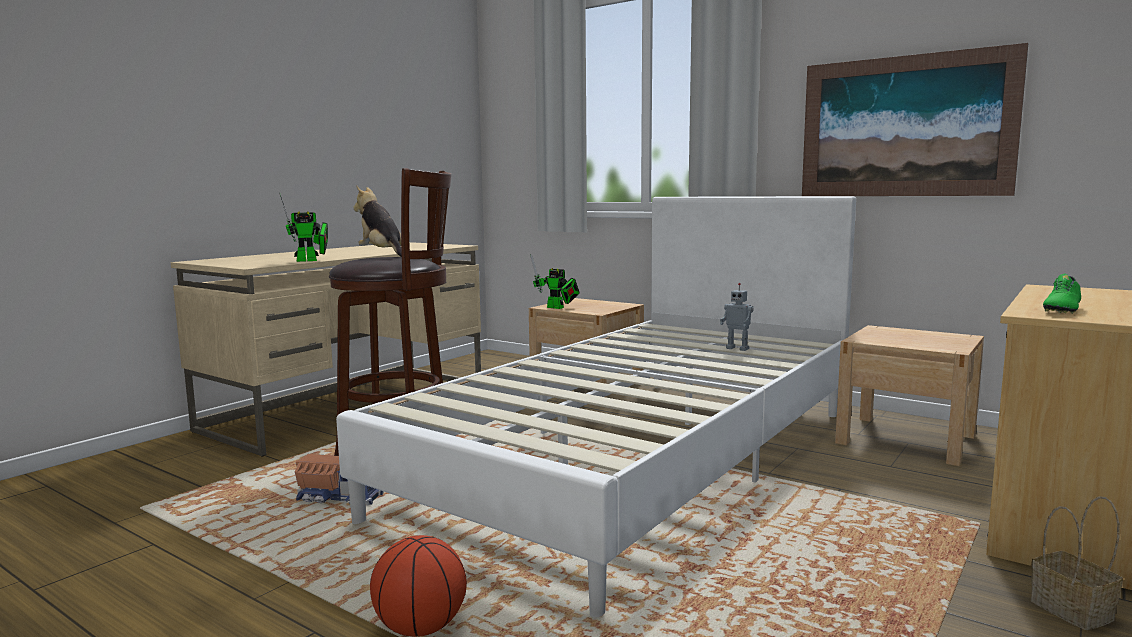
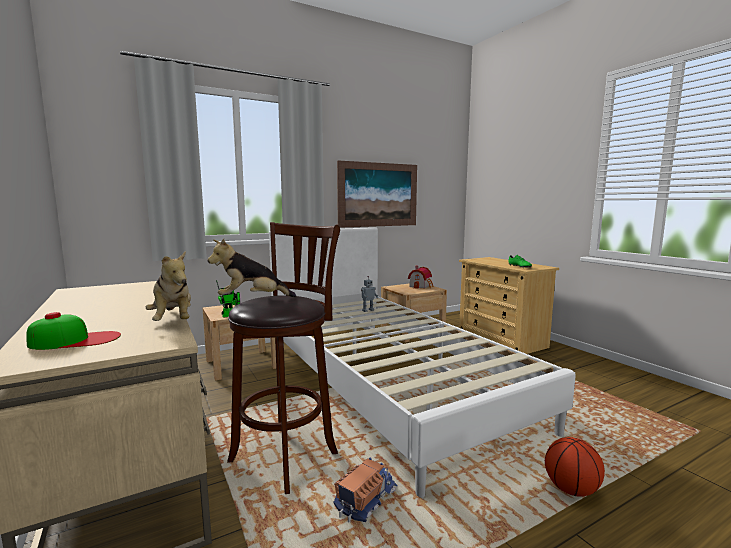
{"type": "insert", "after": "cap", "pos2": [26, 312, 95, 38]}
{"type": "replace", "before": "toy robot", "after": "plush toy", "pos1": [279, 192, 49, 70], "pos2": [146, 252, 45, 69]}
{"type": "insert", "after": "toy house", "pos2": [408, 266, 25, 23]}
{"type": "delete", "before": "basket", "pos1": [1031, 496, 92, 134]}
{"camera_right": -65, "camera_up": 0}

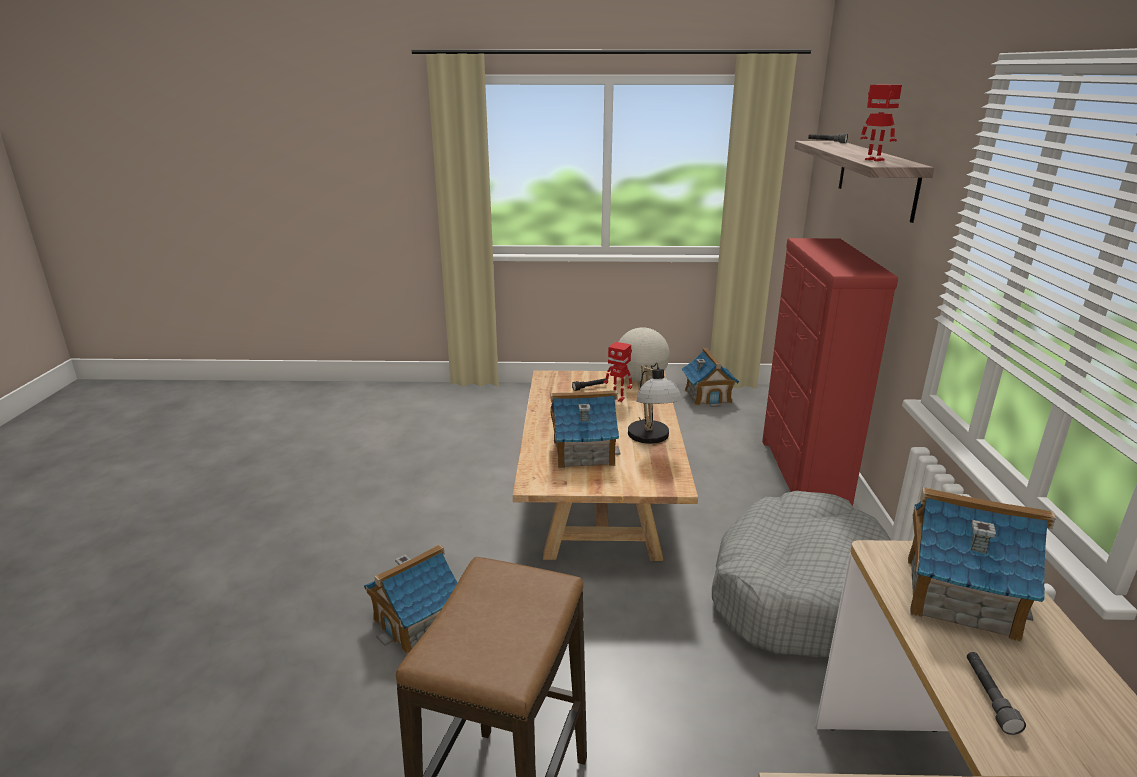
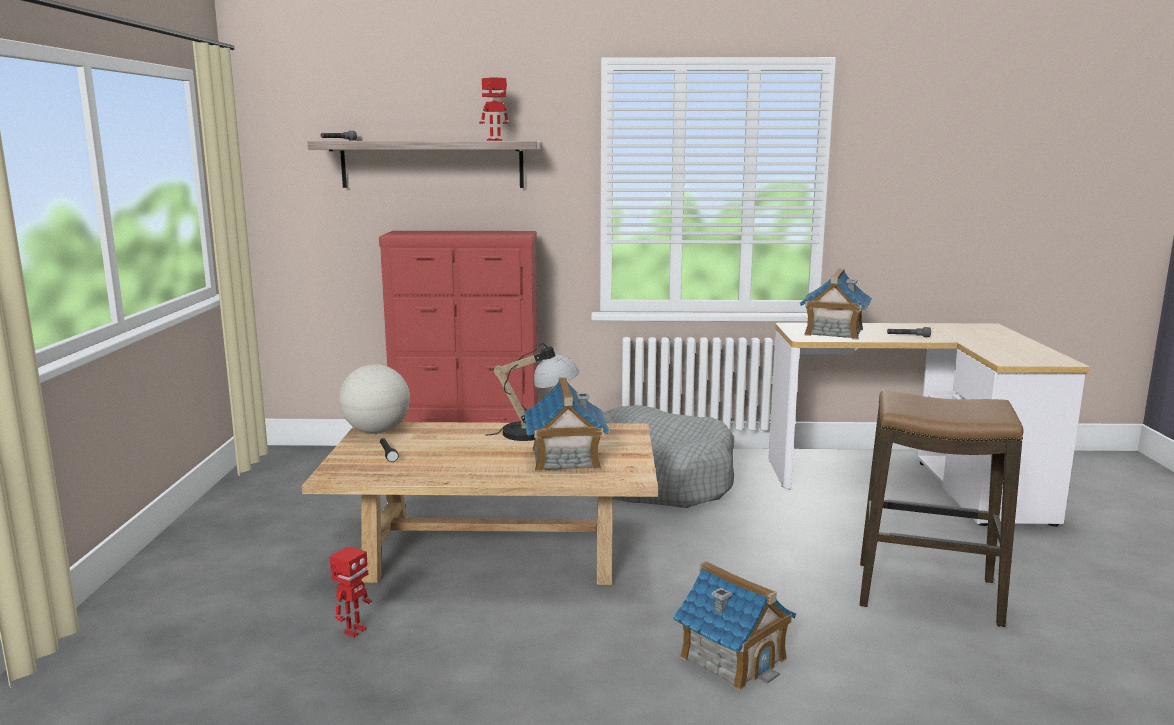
{"type": "move", "before": "toy robot", "pos1": [603, 342, 29, 60], "pos2": [329, 546, 43, 91]}
{"type": "delete", "before": "toy house", "pos1": [682, 348, 57, 59]}
{"camera_right": -90, "camera_up": -10}

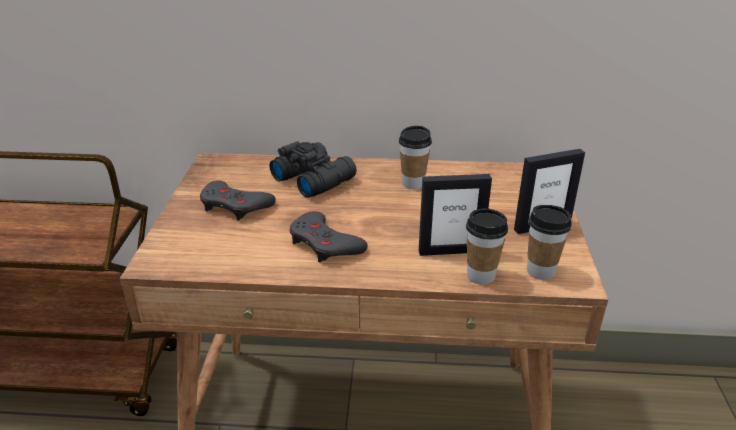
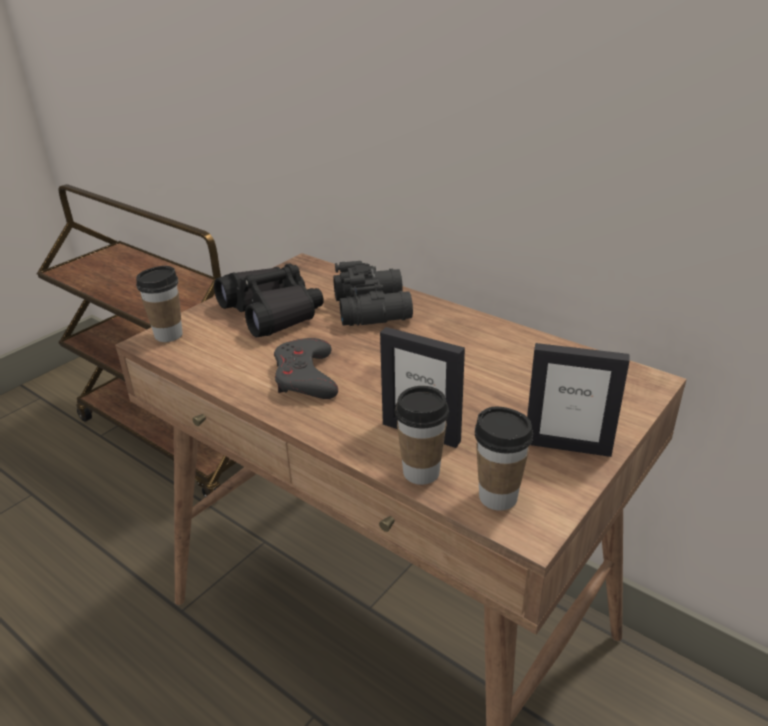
{"type": "move", "before": "cup", "pos1": [399, 126, 33, 63], "pos2": [136, 266, 47, 76]}
{"type": "replace", "before": "grey game controller", "after": "black binoculars", "pos1": [200, 180, 76, 41], "pos2": [214, 264, 110, 73]}
{"camera_right": 35, "camera_up": 0}

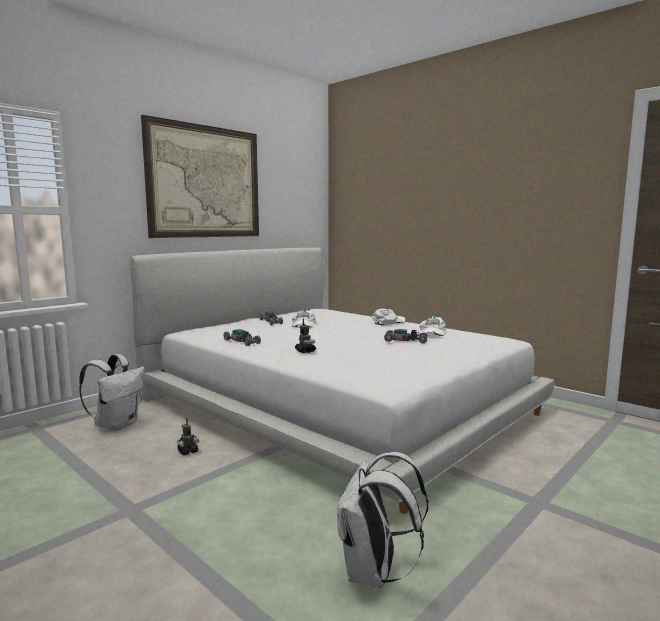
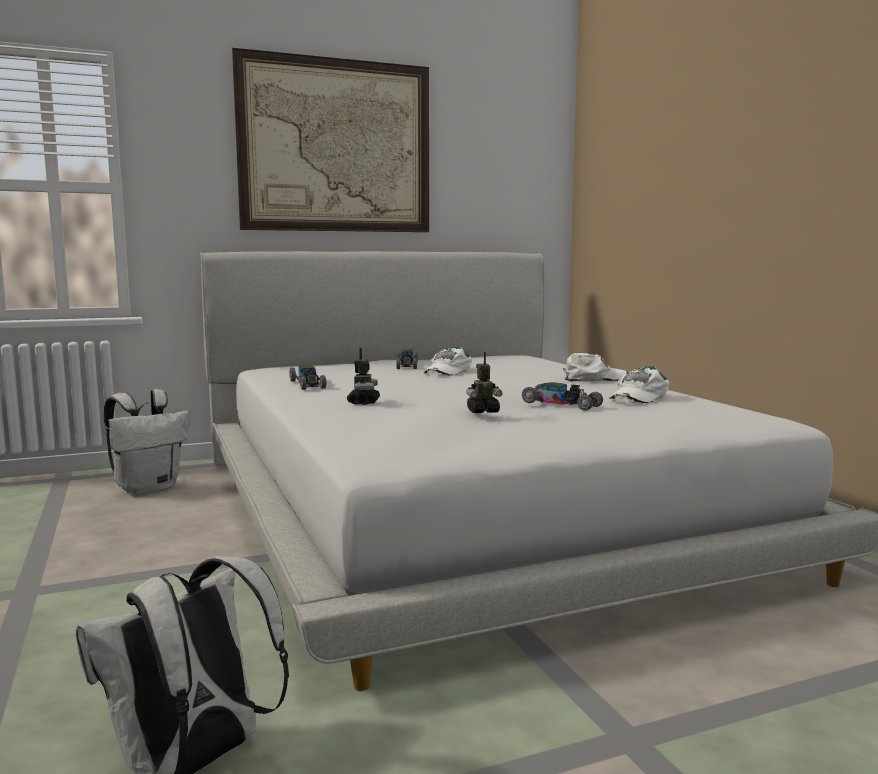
{"type": "move", "before": "toy robot", "pos1": [177, 418, 22, 37], "pos2": [466, 352, 37, 61]}
{"camera_right": 25, "camera_up": 0}

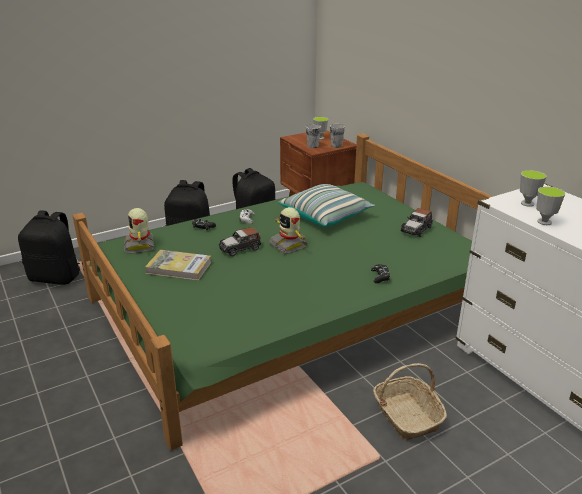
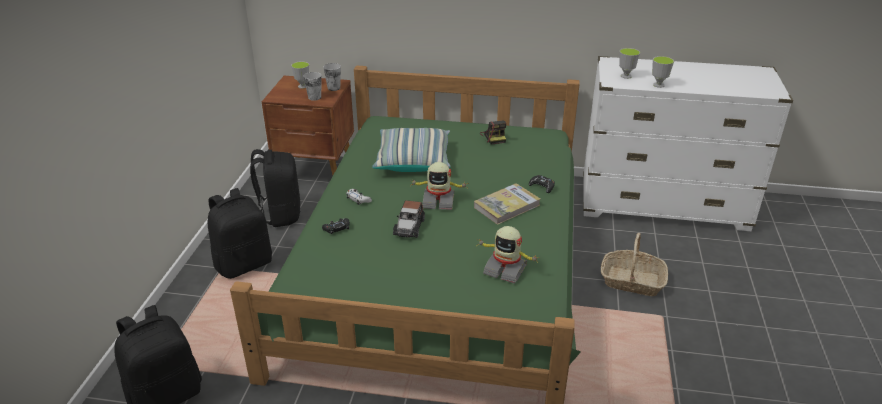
{"type": "move", "before": "book", "pos1": [145, 250, 66, 31], "pos2": [474, 183, 66, 42]}
{"type": "move", "before": "toy robot", "pos1": [124, 208, 30, 45], "pos2": [478, 226, 62, 58]}
{"type": "replace", "before": "toy car", "after": "photo camera", "pos1": [400, 208, 32, 29], "pos2": [480, 120, 26, 25]}
{"camera_right": -50, "camera_up": 5}

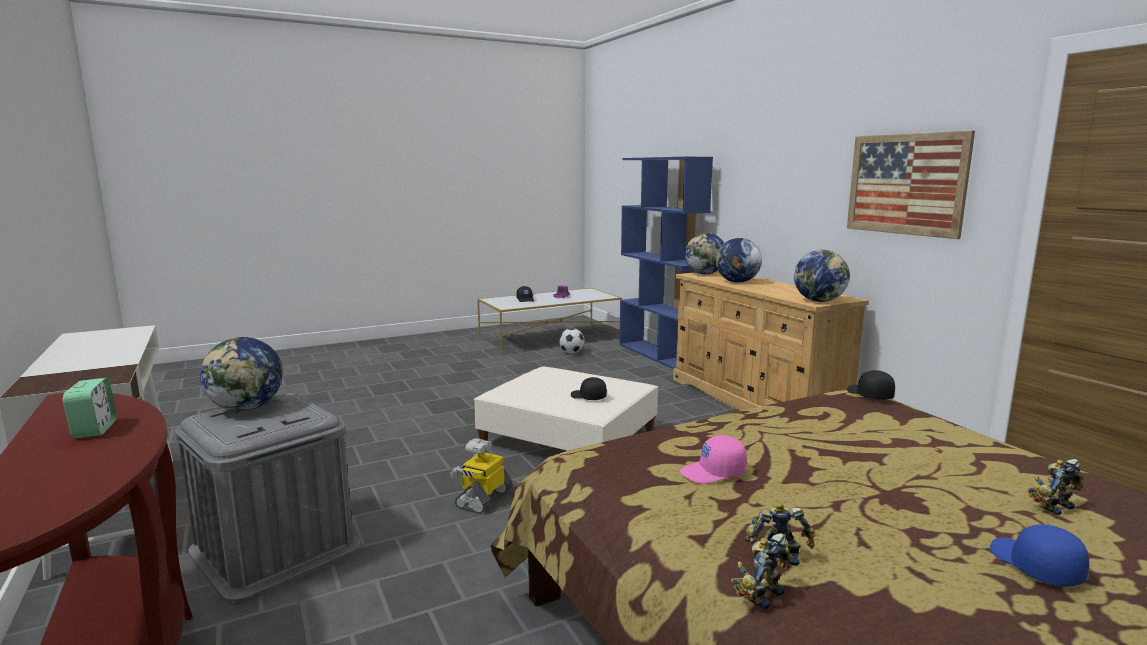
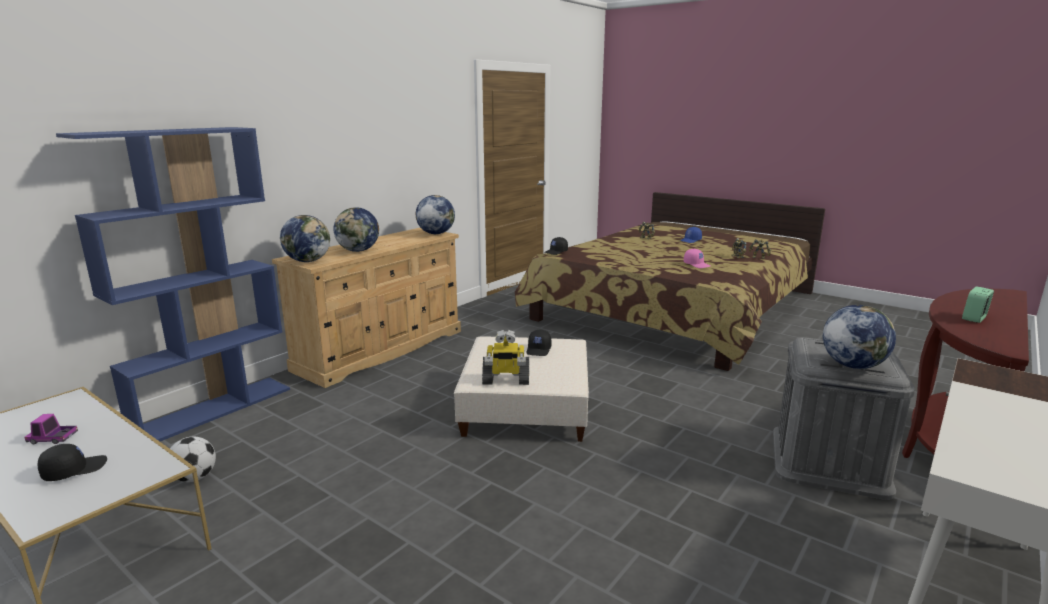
{"type": "move", "before": "toy robot", "pos1": [450, 438, 63, 76], "pos2": [482, 330, 47, 55]}
{"type": "delete", "before": "picture", "pos1": [847, 131, 128, 108]}
{"camera_right": -115, "camera_up": 5}

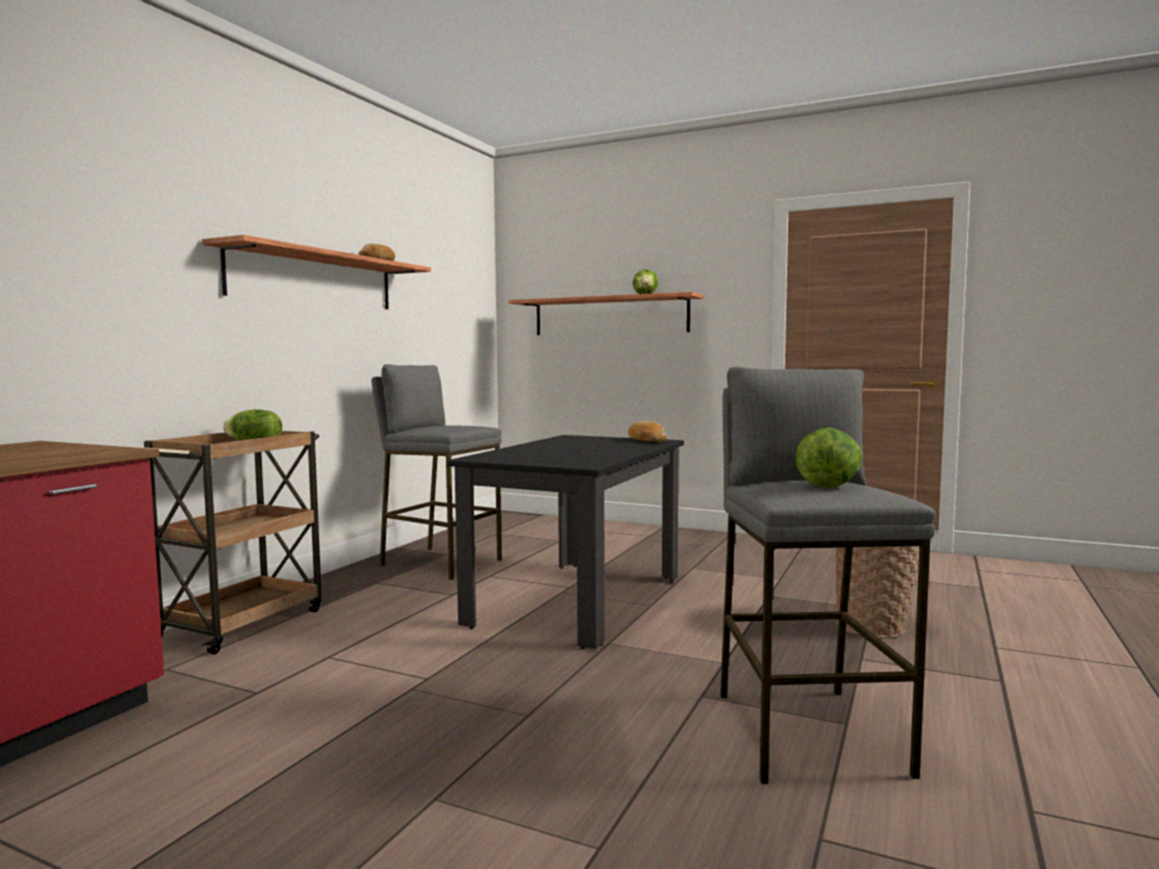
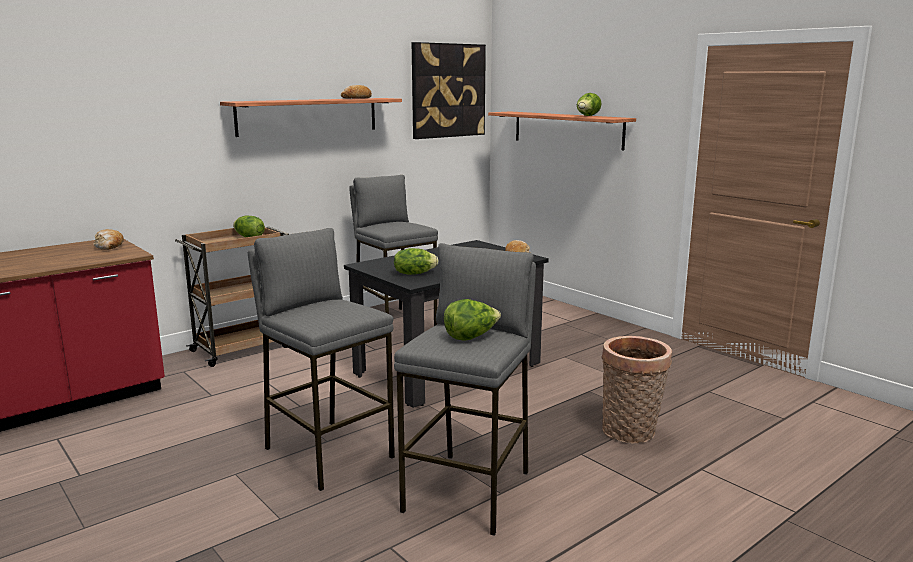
{"type": "insert", "after": "bread", "pos2": [94, 229, 30, 21]}
{"type": "insert", "after": "grey stool", "pos2": [248, 228, 147, 263]}
{"type": "insert", "after": "lettuce", "pos2": [394, 248, 45, 27]}
{"type": "insert", "after": "picture", "pos2": [412, 42, 74, 97]}
{"camera_right": 25, "camera_up": 10}

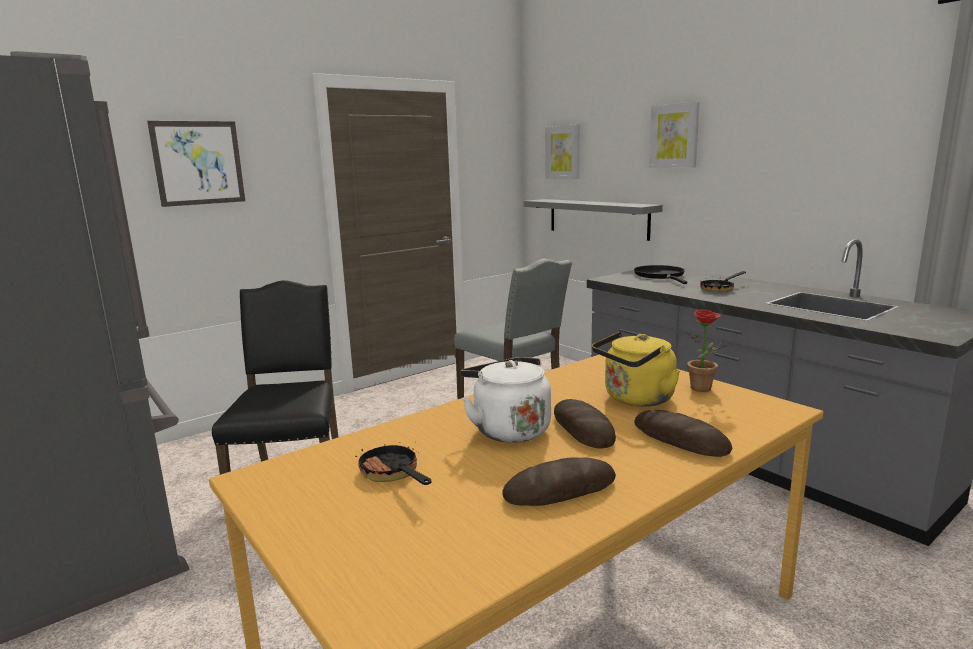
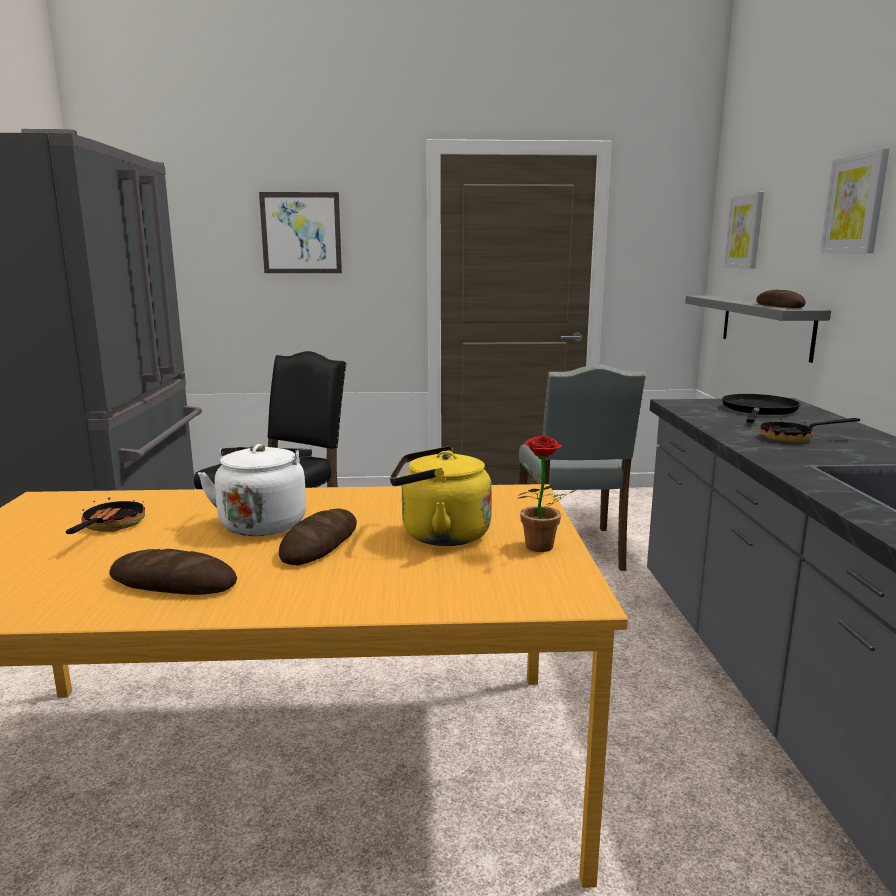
{"type": "move", "before": "bread", "pos1": [634, 410, 98, 47], "pos2": [756, 290, 50, 18]}
{"camera_right": 35, "camera_up": 0}

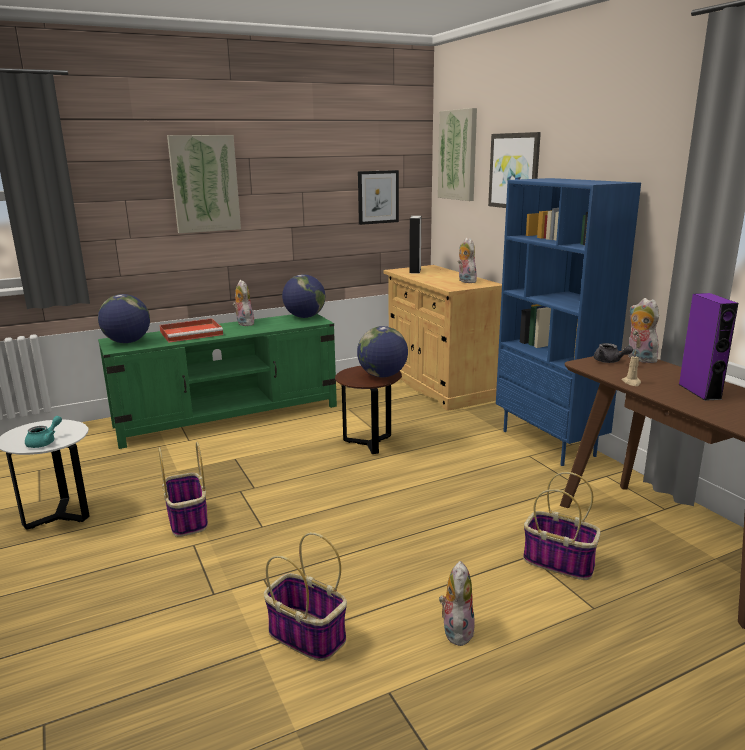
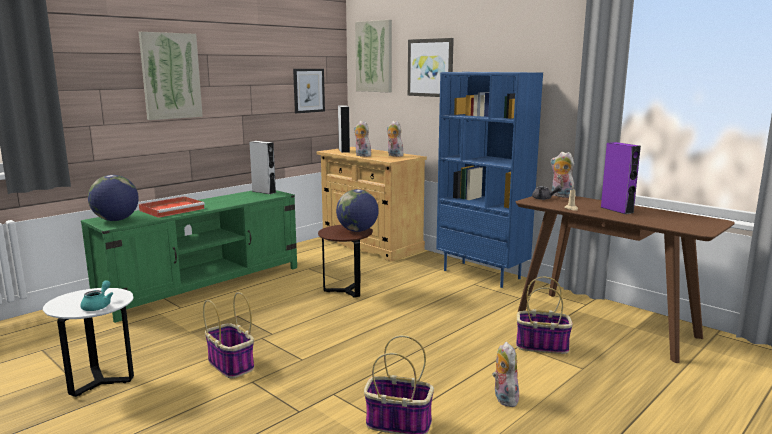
{"type": "replace", "before": "globe", "after": "grey speaker", "pos1": [282, 274, 43, 44], "pos2": [249, 141, 27, 53]}
{"type": "move", "before": "plush toy", "pos1": [233, 280, 21, 46], "pos2": [354, 121, 17, 36]}
{"camera_right": -20, "camera_up": -5}

